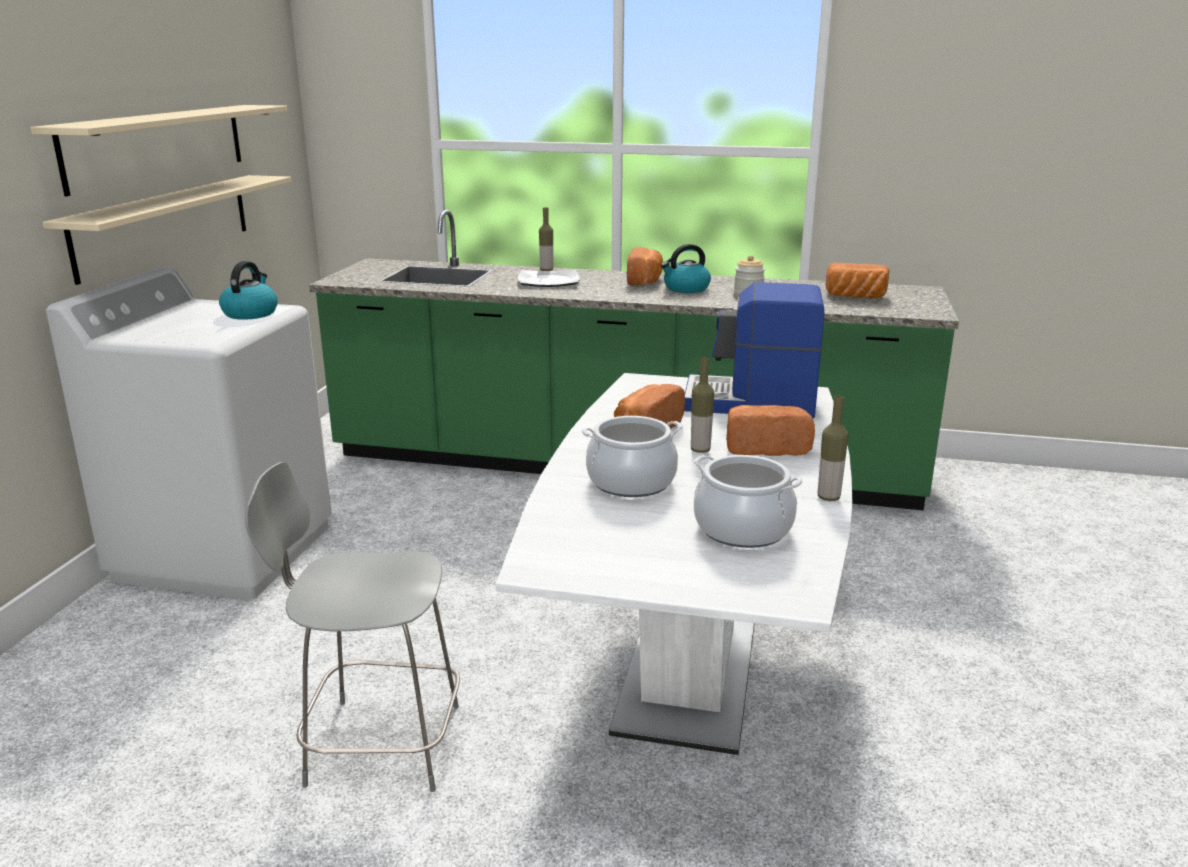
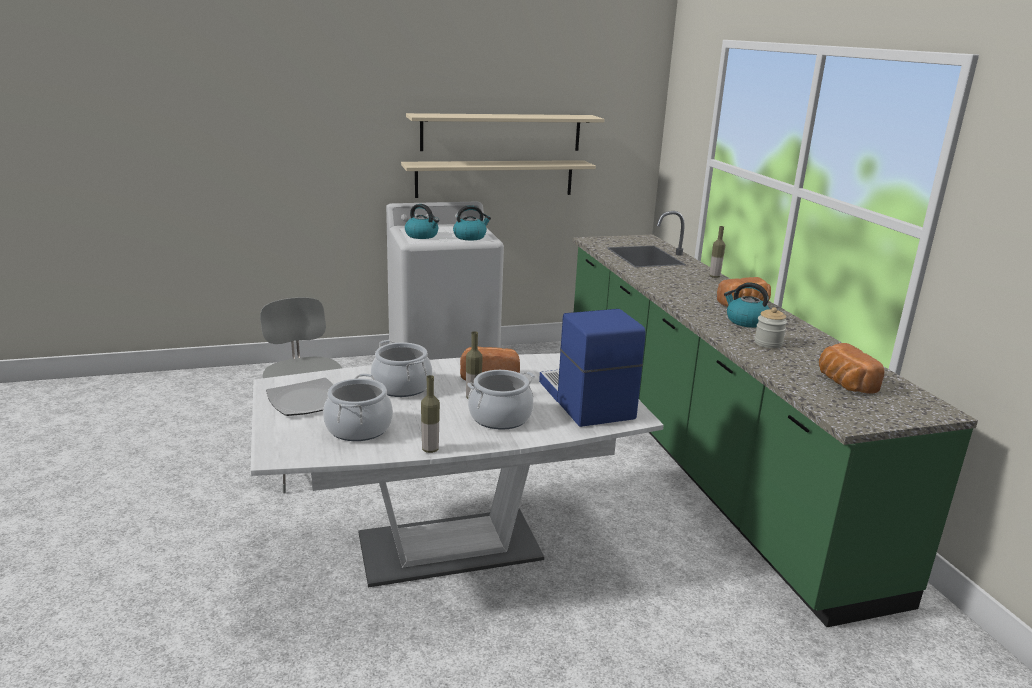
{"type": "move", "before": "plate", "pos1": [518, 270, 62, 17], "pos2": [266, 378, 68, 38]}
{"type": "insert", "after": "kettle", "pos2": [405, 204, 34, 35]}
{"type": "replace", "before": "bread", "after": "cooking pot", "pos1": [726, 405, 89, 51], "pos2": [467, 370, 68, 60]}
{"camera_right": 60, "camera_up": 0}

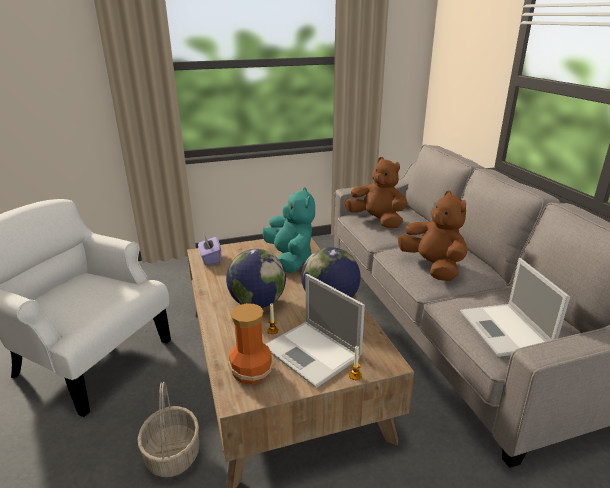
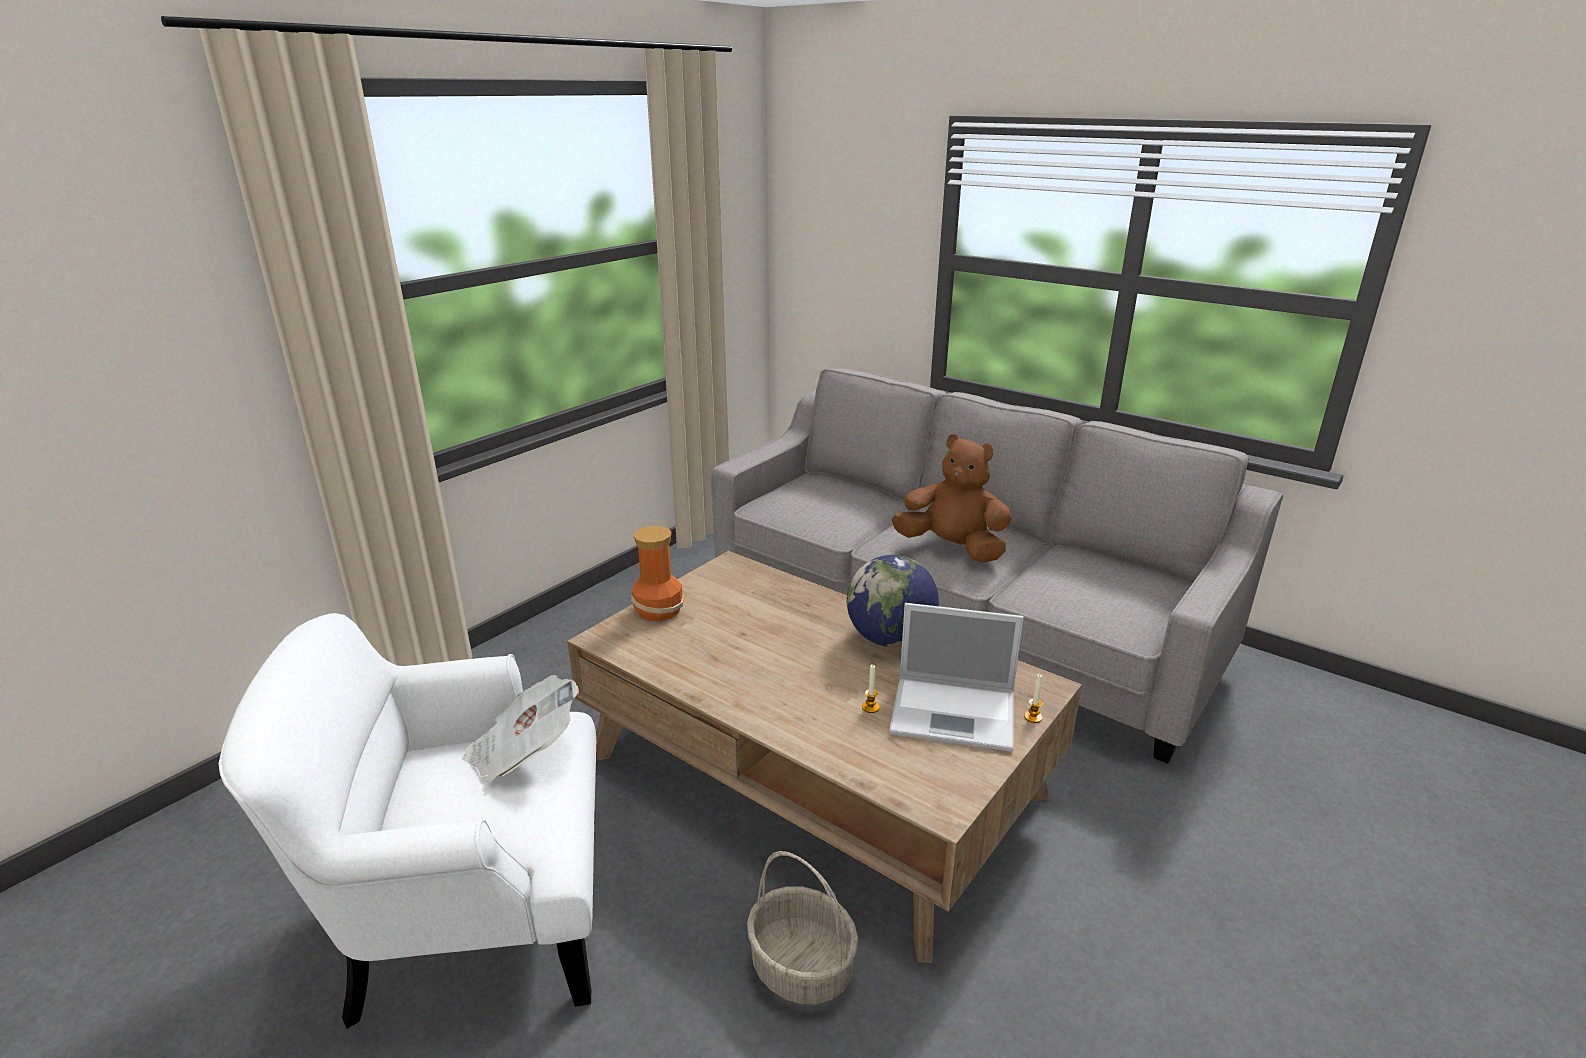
{"type": "insert", "after": "newspaper", "pos2": [464, 675, 115, 108]}
{"type": "move", "before": "vase", "pos1": [228, 303, 45, 81], "pos2": [631, 526, 53, 95]}
{"type": "delete", "before": "purple tissue box", "pos1": [198, 236, 23, 29]}
{"type": "delete", "before": "globe", "pos1": [226, 249, 60, 59]}
{"type": "delete", "before": "turquoise plush toy", "pos1": [262, 187, 53, 86]}
{"type": "delete", "before": "brown plush toy", "pos1": [345, 157, 62, 71]}
{"type": "delete", "before": "laptop", "pos1": [460, 258, 110, 99]}
{"camera_right": -35, "camera_up": 0}

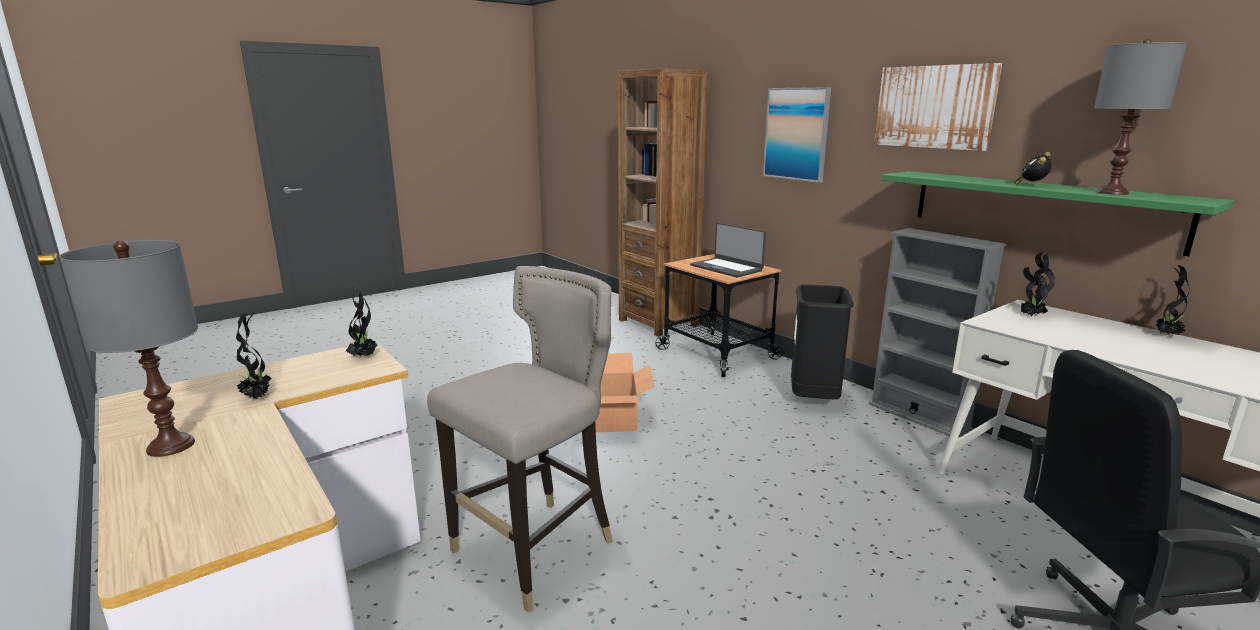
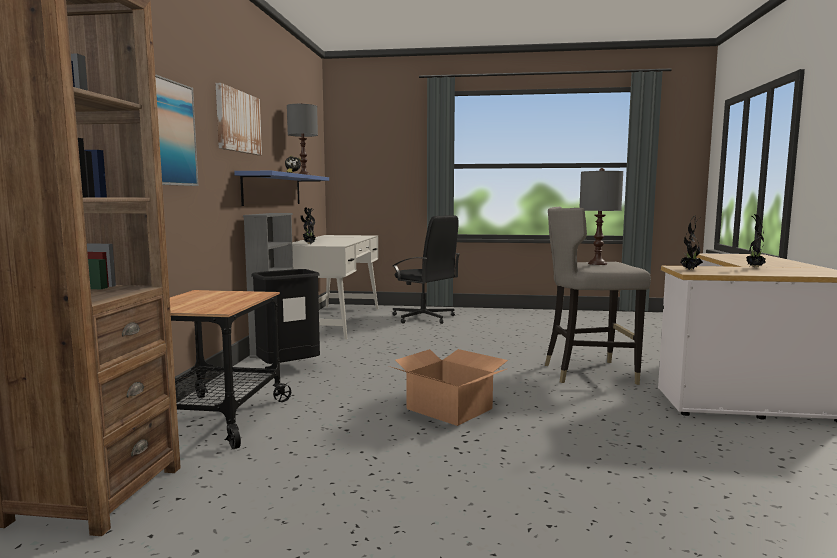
{"type": "recolor", "before": "green shelf", "after": "blue shelf", "pos1": [881, 171, 353, 85], "pos2": [234, 171, 95, 35]}
{"type": "move", "before": "grey table lamp", "pos1": [59, 240, 139, 217], "pos2": [580, 168, 43, 97]}
{"type": "delete", "before": "laptop", "pos1": [690, 223, 76, 54]}
{"camera_right": -135, "camera_up": -10}

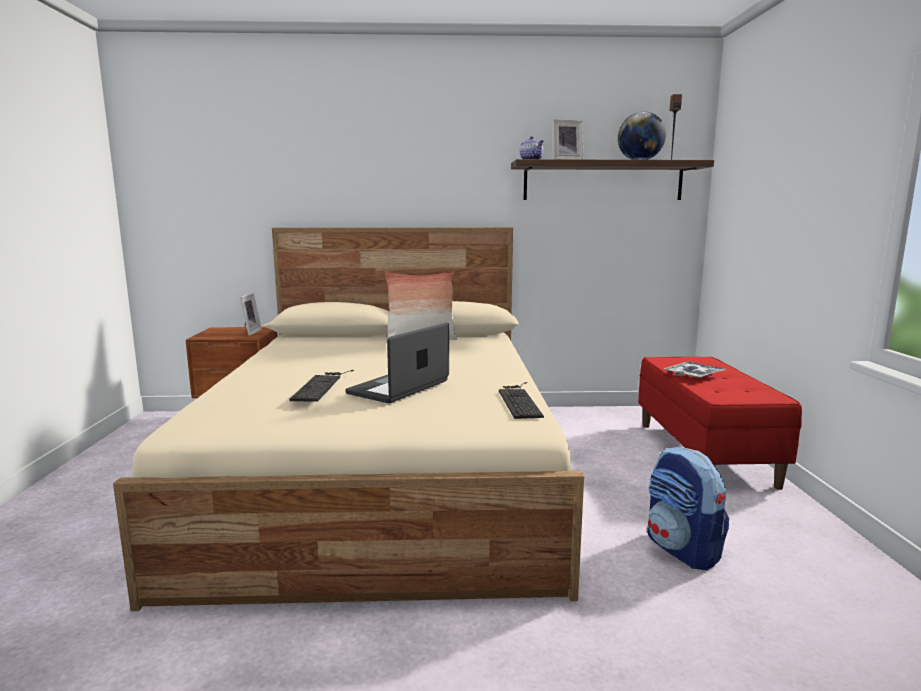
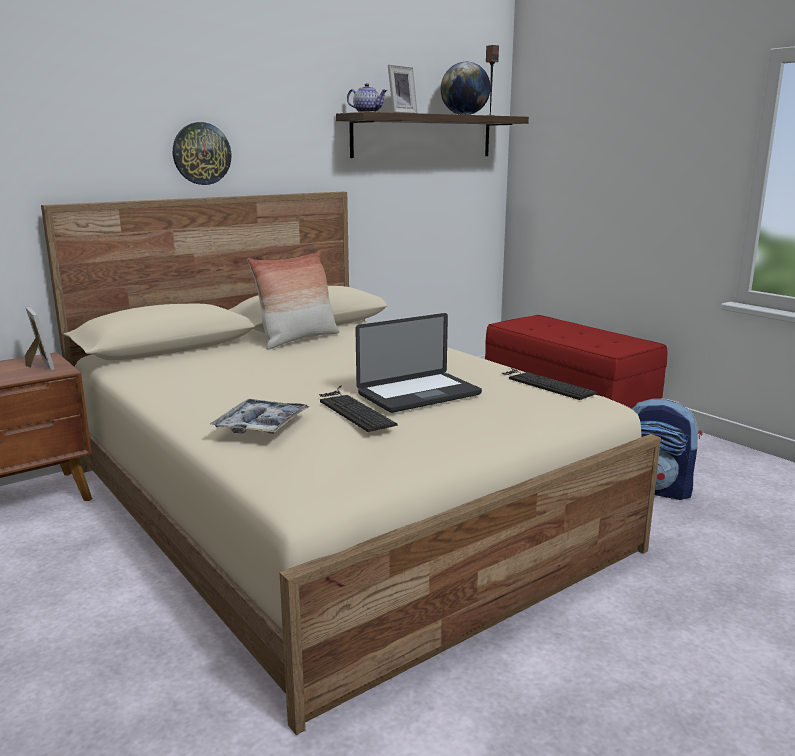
{"type": "insert", "after": "wall clock", "pos2": [173, 122, 58, 63]}
{"type": "move", "before": "tray", "pos1": [663, 361, 62, 17], "pos2": [210, 399, 100, 35]}
{"type": "rotate", "before": "laptop", "pos1": [345, 322, 104, 81], "pos2": [355, 313, 127, 100], "turn": -120}
{"camera_right": -35, "camera_up": 5}

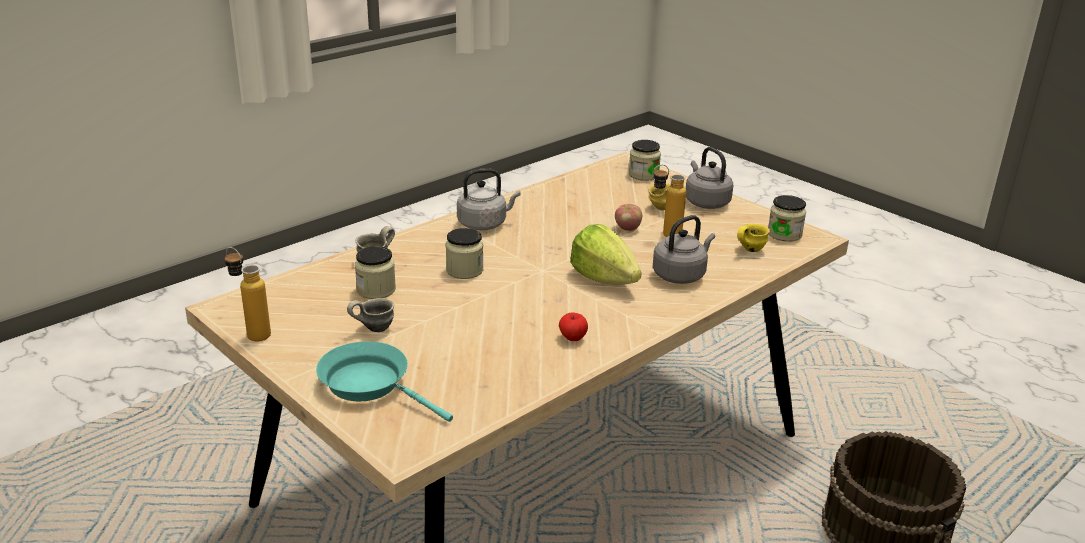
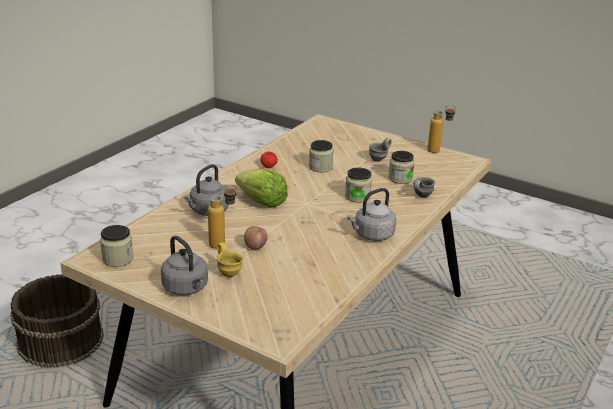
{"type": "move", "before": "jar", "pos1": [629, 140, 32, 41], "pos2": [309, 140, 25, 32]}
{"type": "delete", "before": "turquoise frying pan", "pos1": [316, 341, 137, 81]}
{"type": "delete", "before": "yellow mug", "pos1": [737, 224, 33, 28]}
{"camera_right": 165, "camera_up": 0}

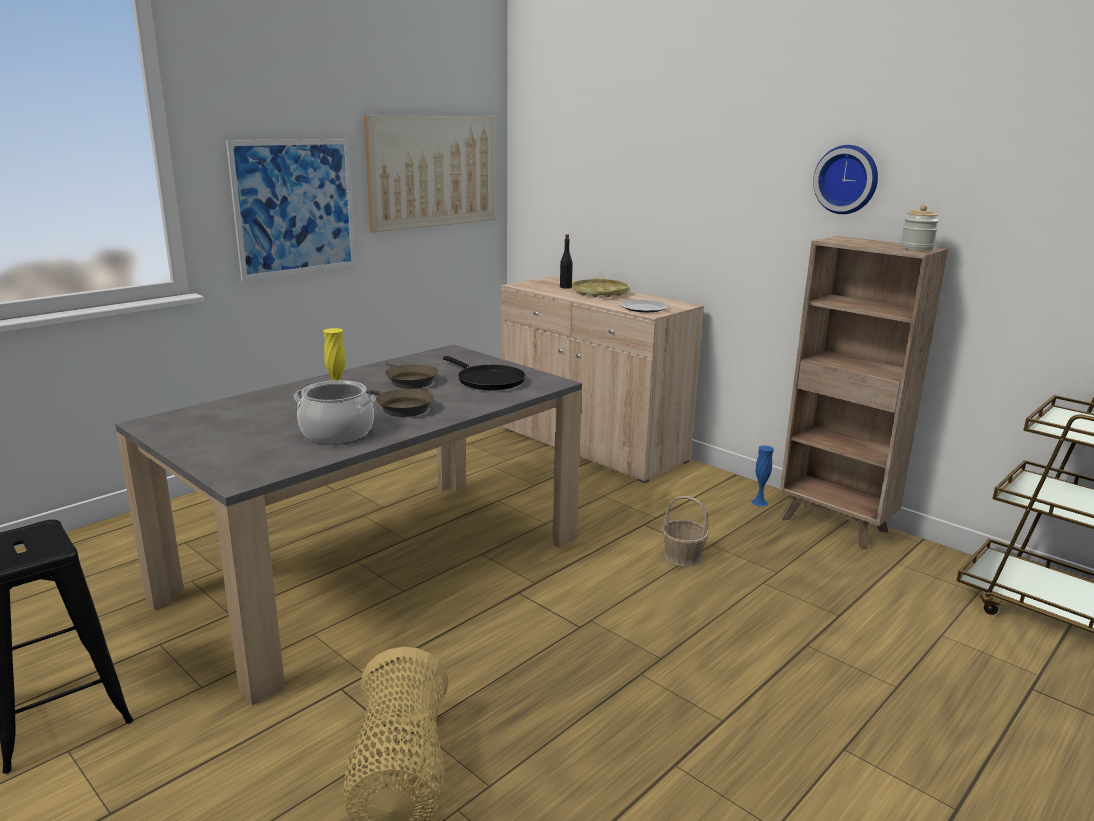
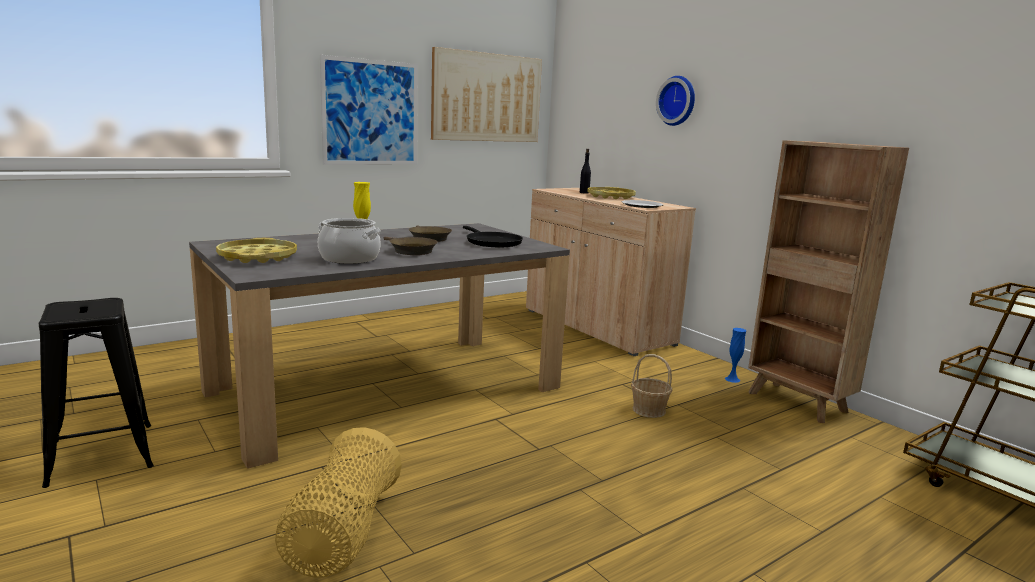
{"type": "insert", "after": "yellow tray", "pos2": [216, 238, 81, 25]}
{"type": "move", "before": "wall clock", "pos1": [813, 145, 65, 69], "pos2": [656, 76, 39, 50]}
{"type": "delete", "before": "jar", "pos1": [901, 205, 38, 46]}
{"camera_right": 10, "camera_up": -5}

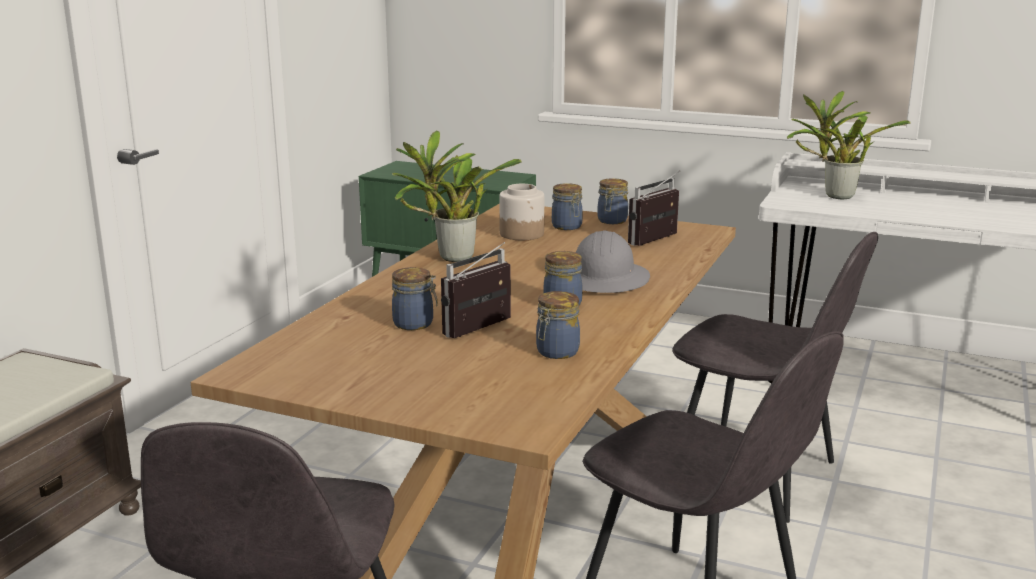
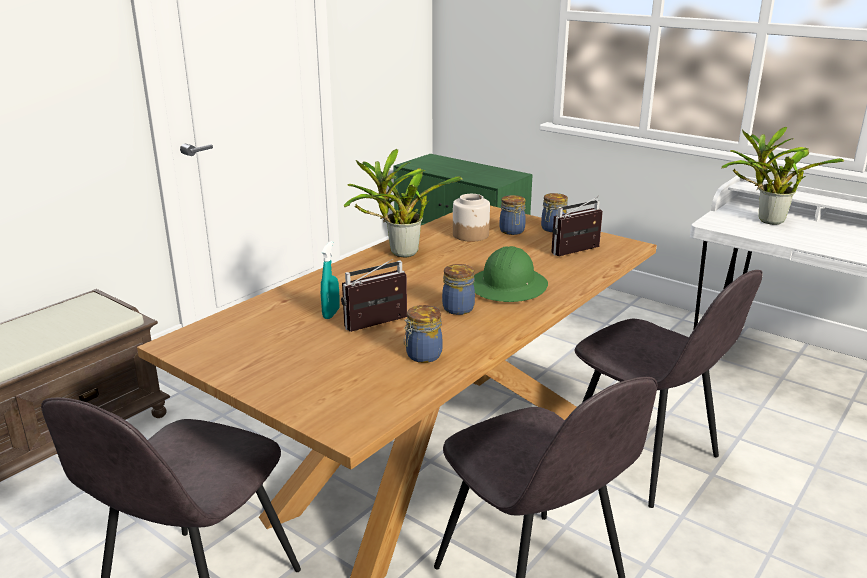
{"type": "replace", "before": "jar", "after": "turquoise spray bottle", "pos1": [392, 267, 46, 63], "pos2": [321, 241, 19, 78]}
{"type": "recolor", "before": "grey hard hat", "after": "green hard hat", "pos1": [576, 230, 74, 63], "pos2": [473, 246, 75, 56]}
{"camera_right": 15, "camera_up": 5}

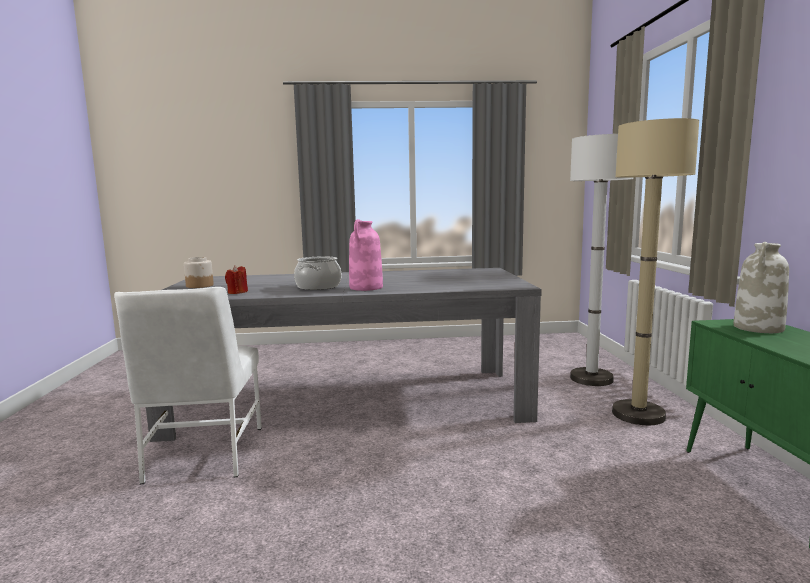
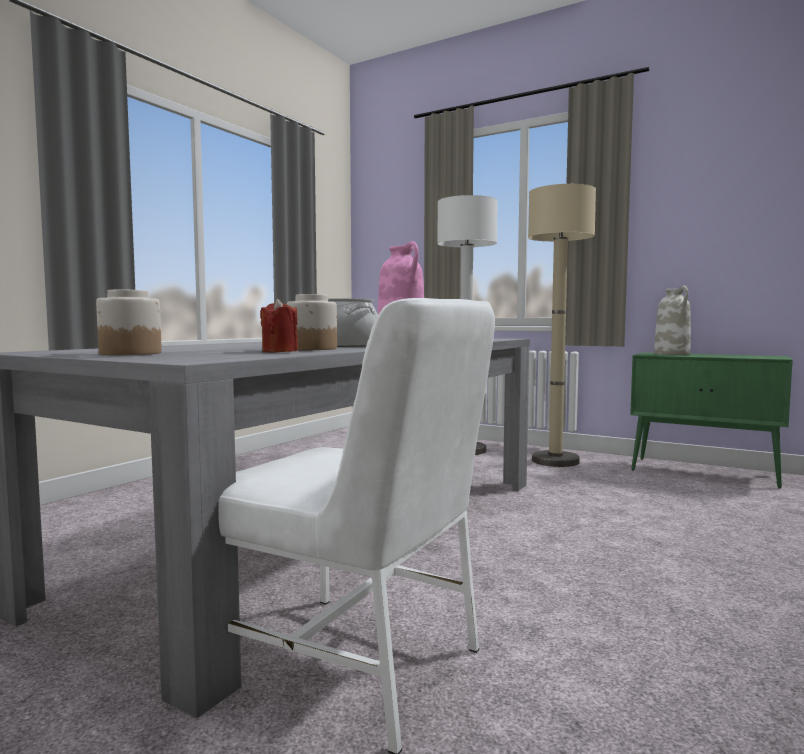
{"type": "insert", "after": "jar", "pos2": [287, 294, 50, 56]}
{"camera_right": -55, "camera_up": -5}

